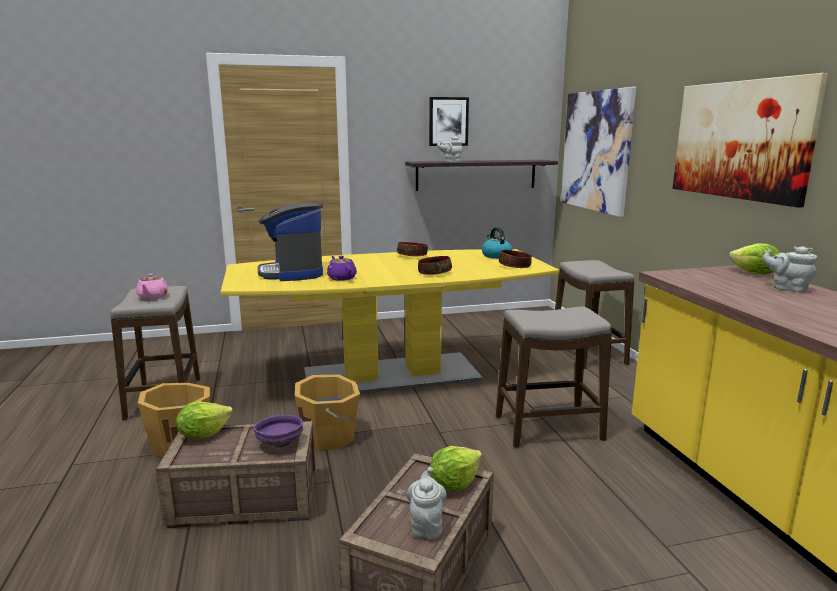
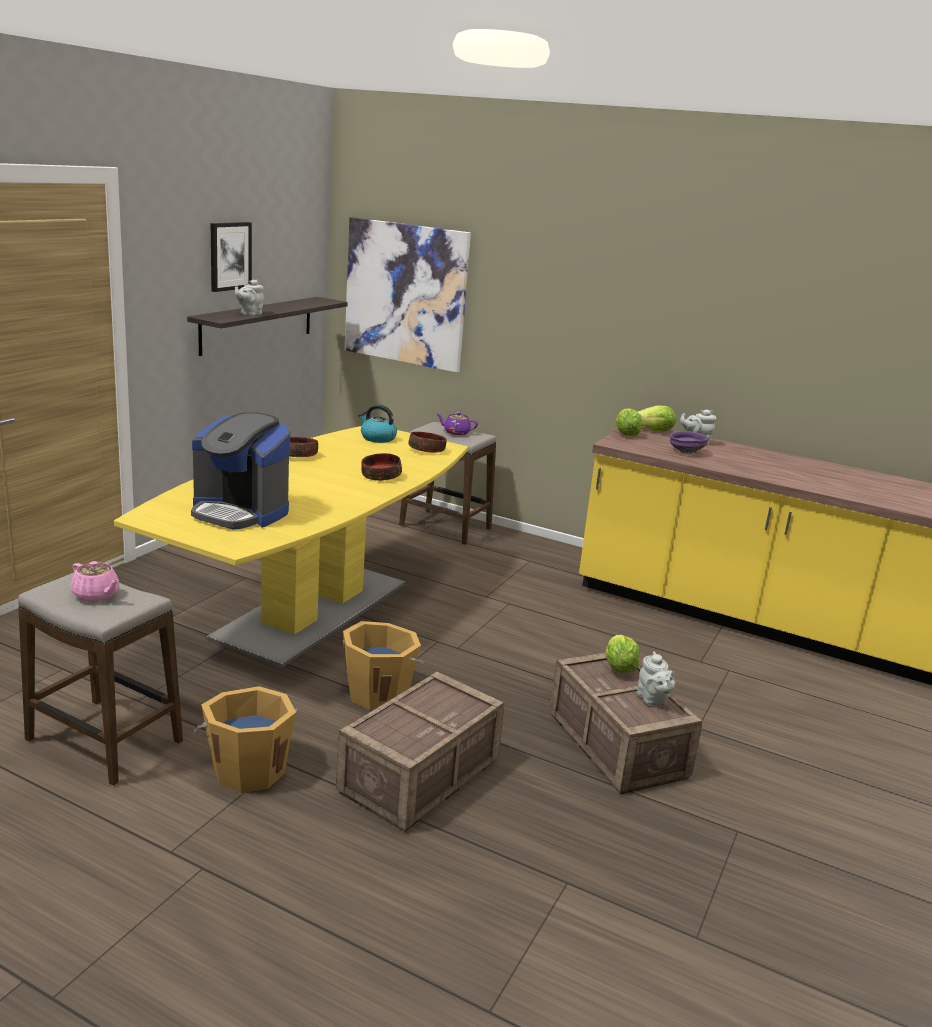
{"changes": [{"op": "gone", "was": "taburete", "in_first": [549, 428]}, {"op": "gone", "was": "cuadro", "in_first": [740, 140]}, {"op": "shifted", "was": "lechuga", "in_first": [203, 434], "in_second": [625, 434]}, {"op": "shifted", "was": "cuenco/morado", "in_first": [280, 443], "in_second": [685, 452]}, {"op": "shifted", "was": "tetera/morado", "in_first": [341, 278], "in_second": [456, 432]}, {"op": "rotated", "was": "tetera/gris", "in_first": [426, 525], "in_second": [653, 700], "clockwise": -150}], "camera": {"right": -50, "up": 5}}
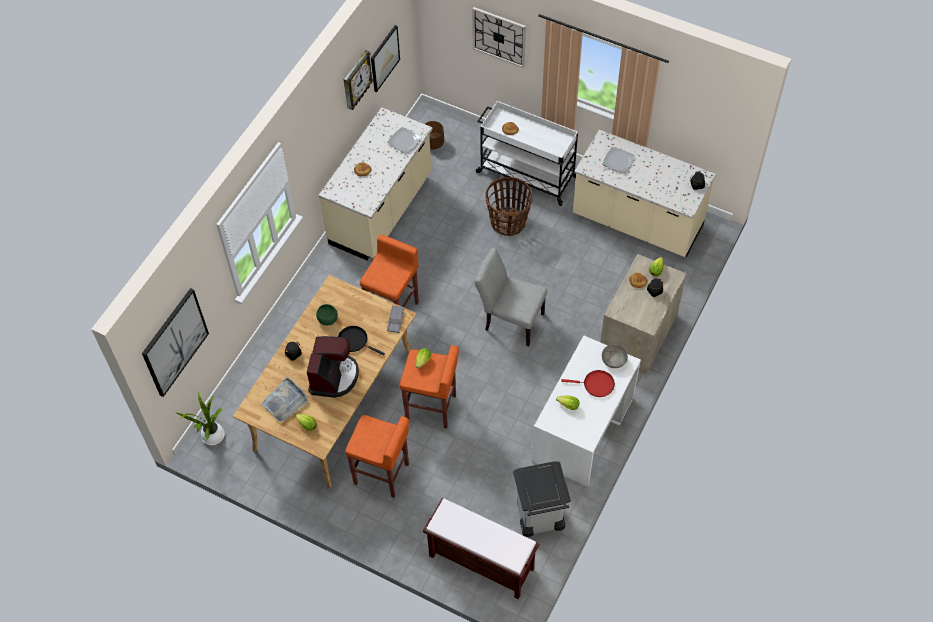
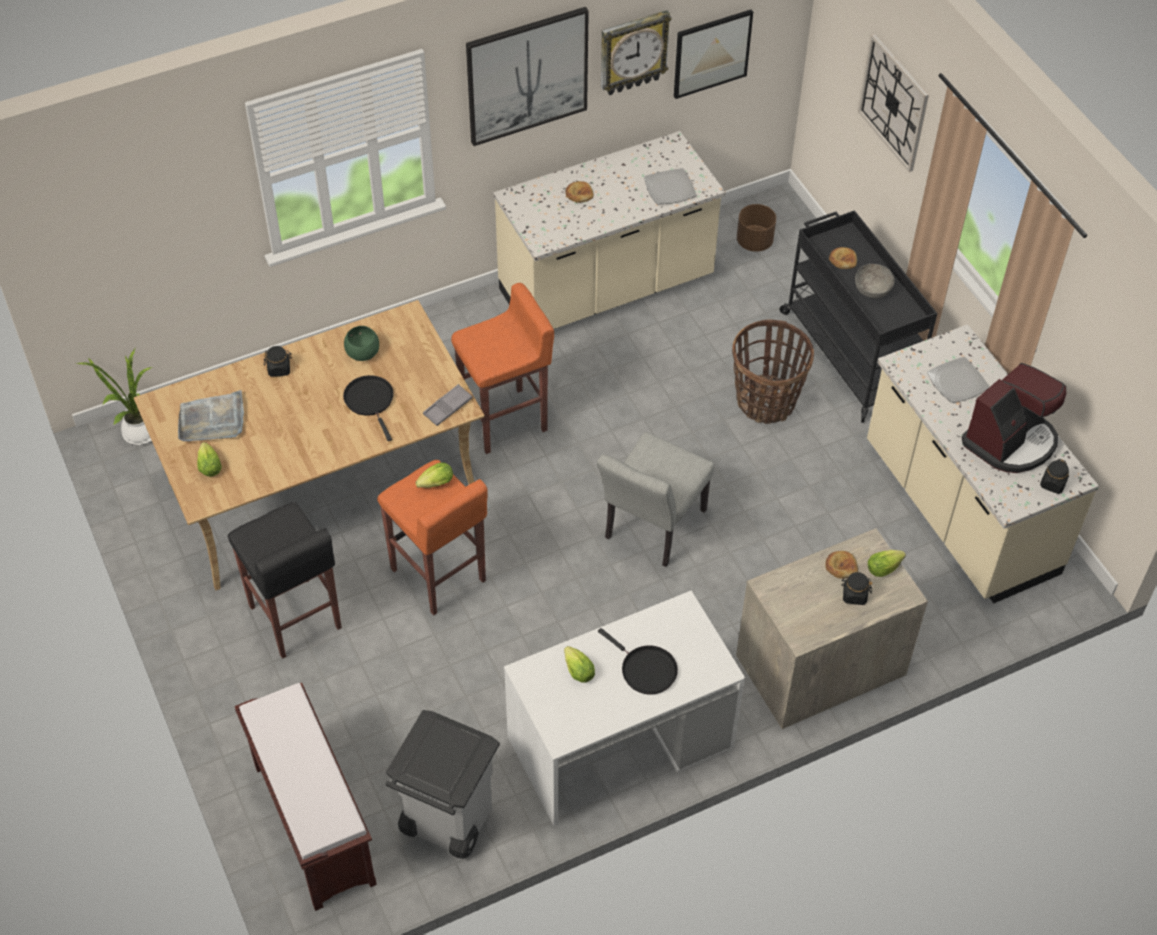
{"changes": [{"op": "shifted", "was": "cuadro", "in_first": [175, 342], "in_second": [527, 75]}, {"op": "shifted", "was": "cafetera", "in_first": [333, 376], "in_second": [1010, 441]}, {"op": "shifted", "was": "cuenco/gris", "in_first": [613, 360], "in_second": [872, 289]}, {"op": "repainted", "was": "taburete/naranja", "now": "taburete/negro", "in_first": [382, 475], "in_second": [295, 618]}, {"op": "repainted", "was": "carrito/blanco", "now": "carrito/negro", "in_first": [526, 174], "in_second": [849, 353]}, {"op": "repainted", "was": "sartén/rojo", "now": "sartén/negro", "in_first": [596, 385], "in_second": [645, 670]}, {"op": "rotated", "was": "silla/gris", "in_first": [510, 320], "in_second": [650, 529], "clockwise": -120}], "camera": {"right": 35, "up": -5}}
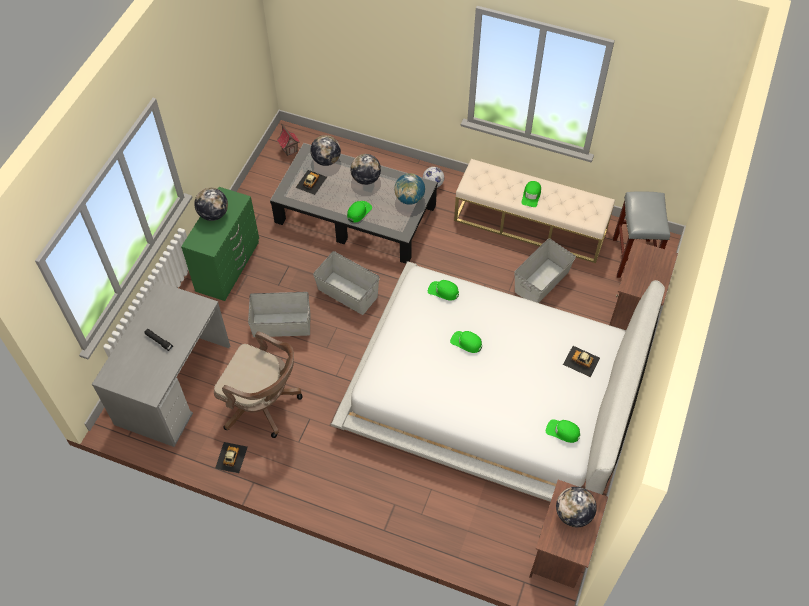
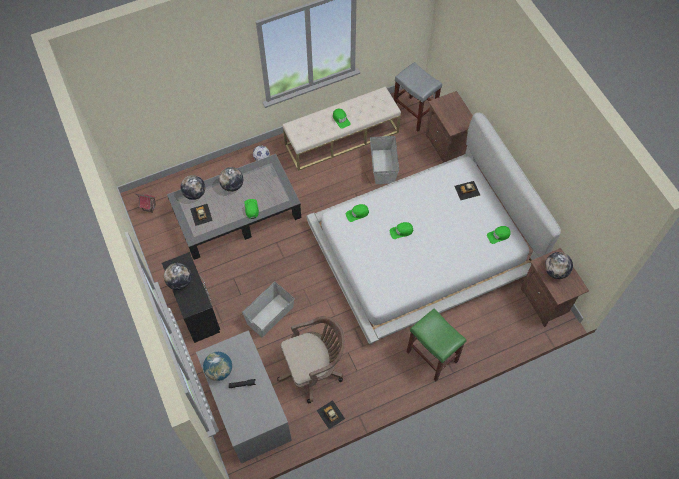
{"changes": [{"op": "gone", "was": "caja de almacenaje/gris", "in_first": [347, 292]}, {"op": "new", "now": "taburete/verde", "in_second": [431, 356]}, {"op": "shifted", "was": "globo terráqueo", "in_first": [409, 199], "in_second": [219, 371]}, {"op": "repainted", "was": "cómoda/verde", "now": "cómoda/negro", "in_first": [229, 266], "in_second": [197, 310]}], "camera": {"right": -45, "up": 5}}
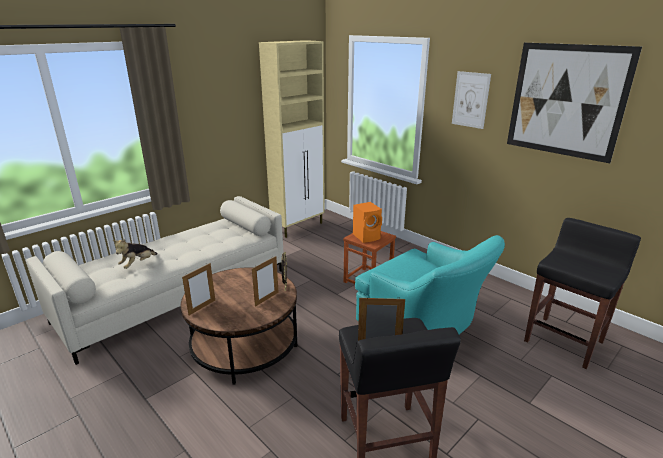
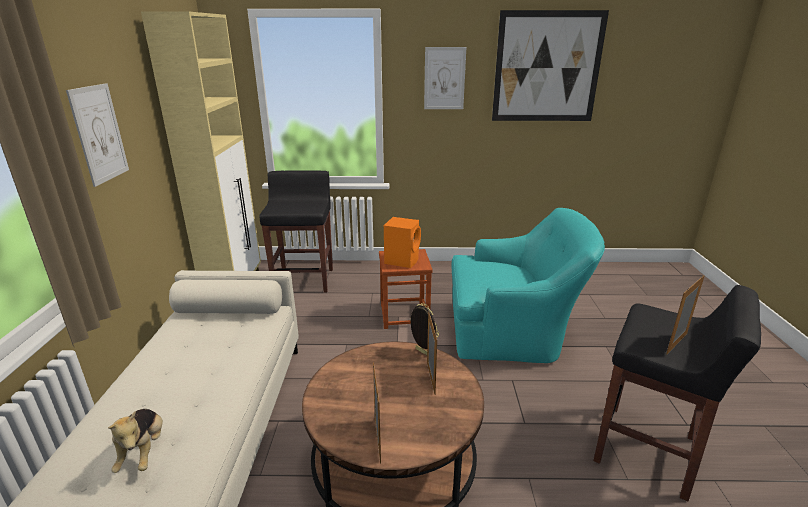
{"changes": [{"op": "new", "now": "cuadro", "in_second": [99, 134]}, {"op": "shifted", "was": "taburete/negro", "in_first": [564, 341], "in_second": [304, 280]}], "camera": {"right": -45, "up": 0}}
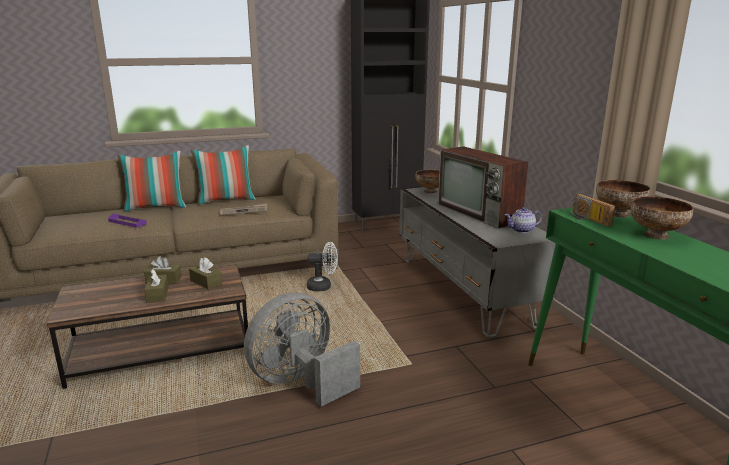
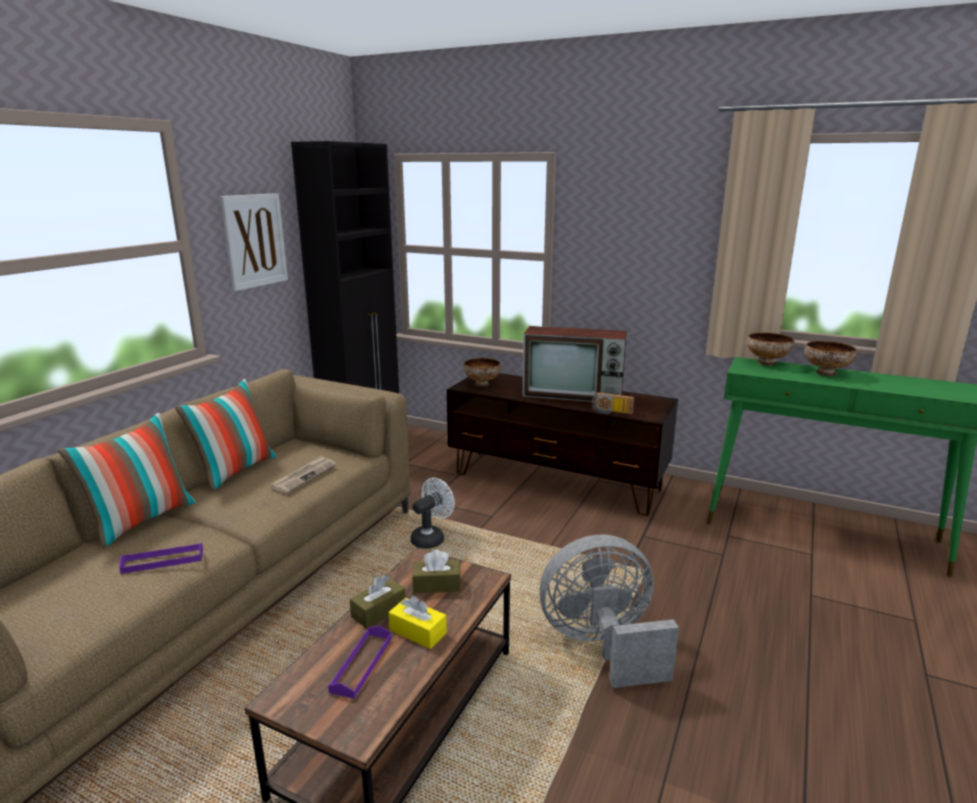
{"changes": [{"op": "gone", "was": "tetera", "in_first": [522, 230]}, {"op": "new", "now": "cuadro", "in_second": [255, 241]}, {"op": "new", "now": "bandeja/morado", "in_second": [361, 664]}, {"op": "shifted", "was": "radio", "in_first": [587, 219], "in_second": [611, 412]}, {"op": "repainted", "was": "caja de pañuelos/marrón", "now": "caja de pañuelos/amarillo", "in_first": [157, 294], "in_second": [418, 631]}, {"op": "repainted", "was": "mueble de televisión/gris", "now": "mueble de televisión/marrón", "in_first": [464, 289], "in_second": [557, 481]}, {"op": "rotated", "was": "ventilador/gris", "in_first": [300, 382], "in_second": [602, 646], "clockwise": 75}], "camera": {"right": -45, "up": 0}}
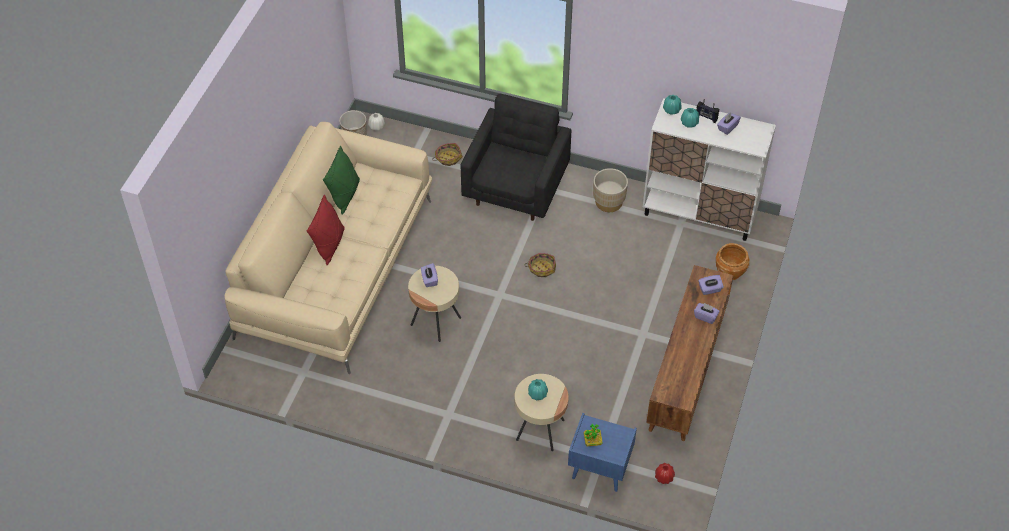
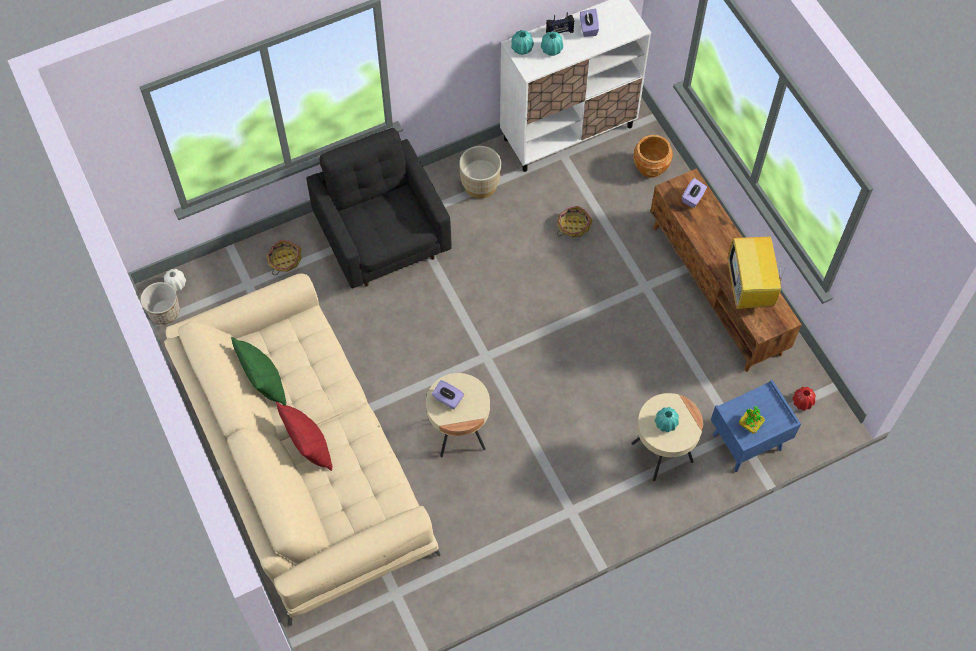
{"changes": [{"op": "gone", "was": "caja de pañuelos/morado", "in_first": [705, 317]}, {"op": "new", "now": "televisor", "in_second": [750, 288]}, {"op": "shifted", "was": "cesta", "in_first": [541, 268], "in_second": [573, 226]}], "camera": {"right": -45, "up": 10}}
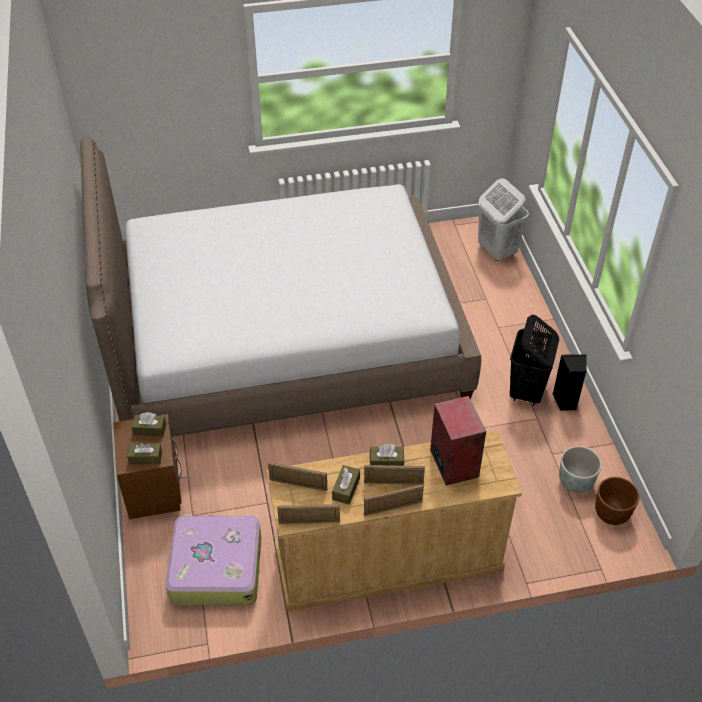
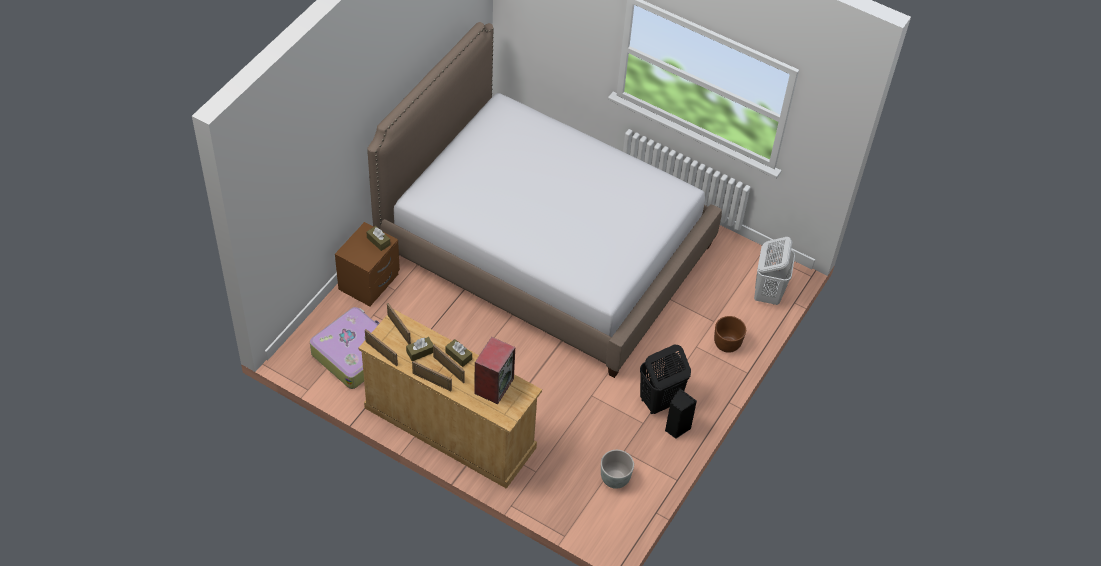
{"changes": [{"op": "gone", "was": "caja de pañuelos/marrón", "in_first": [145, 457]}, {"op": "shifted", "was": "maceta/marrón", "in_first": [612, 514], "in_second": [727, 345]}], "camera": {"right": 40, "up": 5}}
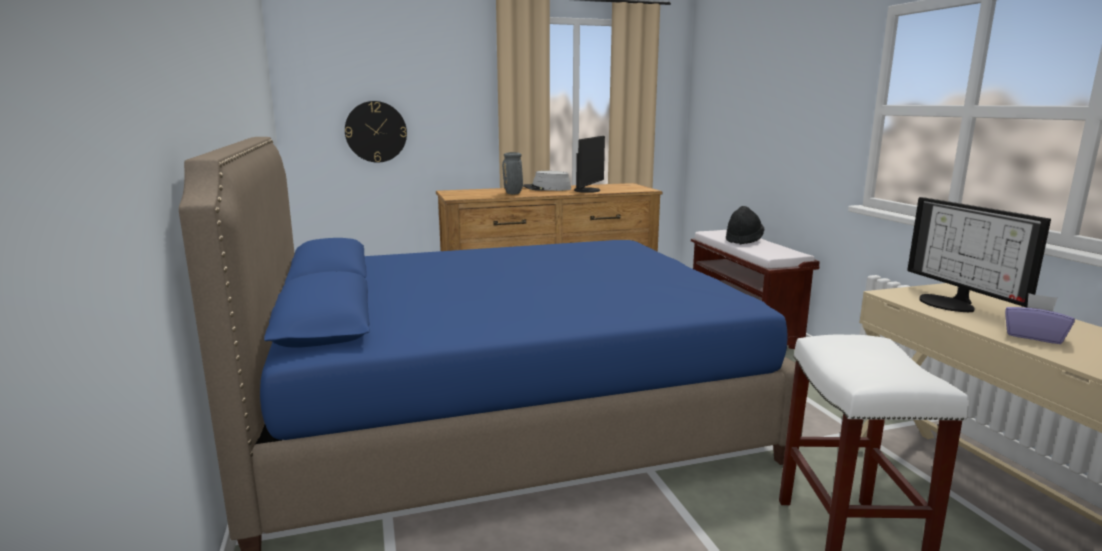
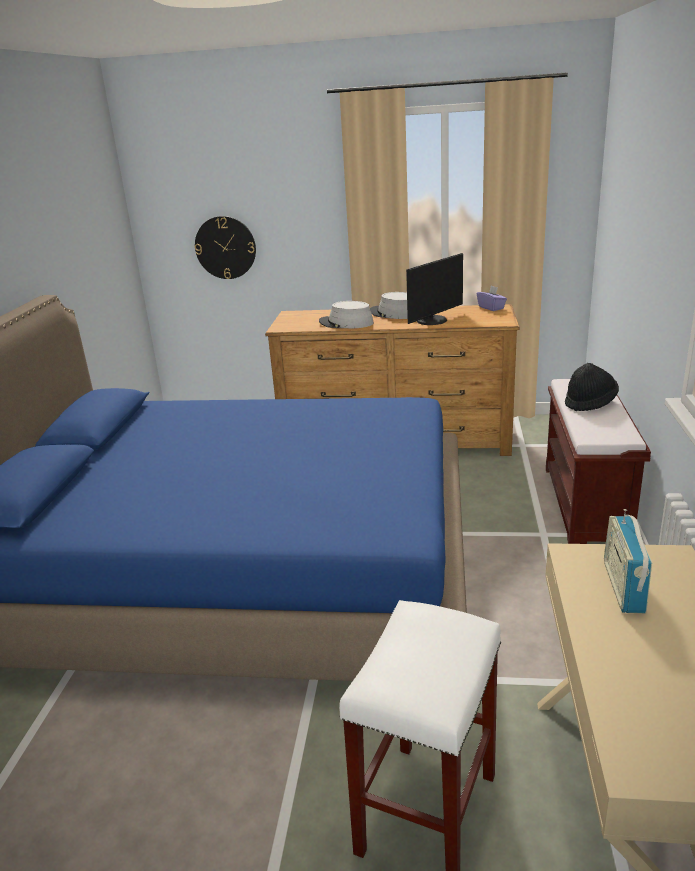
{"changes": [{"op": "shifted", "was": "caja de pañuelos/morado", "in_first": [1034, 336], "in_second": [491, 308]}, {"op": "swapped", "was": "florero/gris", "now": "sombrero/gris", "in_first": [513, 194], "in_second": [346, 323]}, {"op": "swapped", "was": "monitor", "now": "radio", "in_first": [951, 303], "in_second": [623, 587]}], "camera": {"right": 25, "up": 10}}
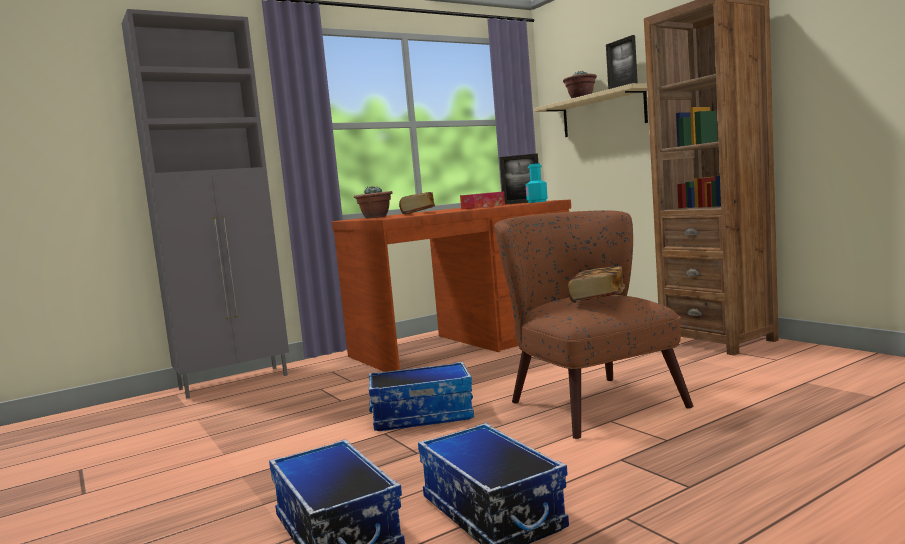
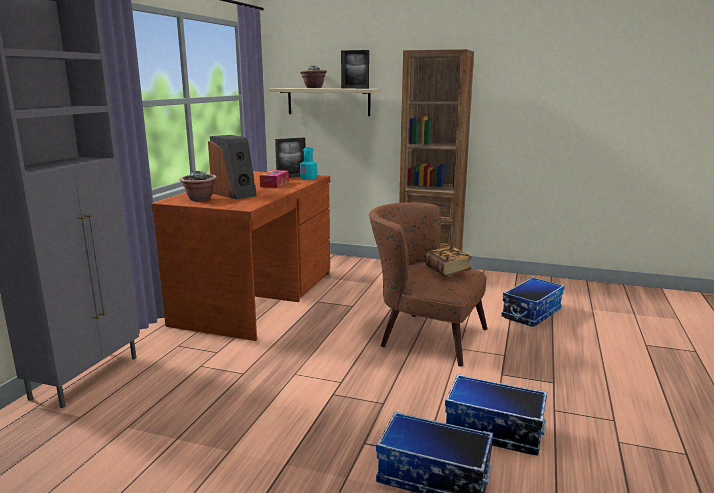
{"changes": [{"op": "shifted", "was": "caja de almacenaje", "in_first": [423, 416], "in_second": [531, 313]}, {"op": "swapped", "was": "libro", "now": "altavoz", "in_first": [417, 213], "in_second": [234, 194]}], "camera": {"right": -40, "up": 10}}
